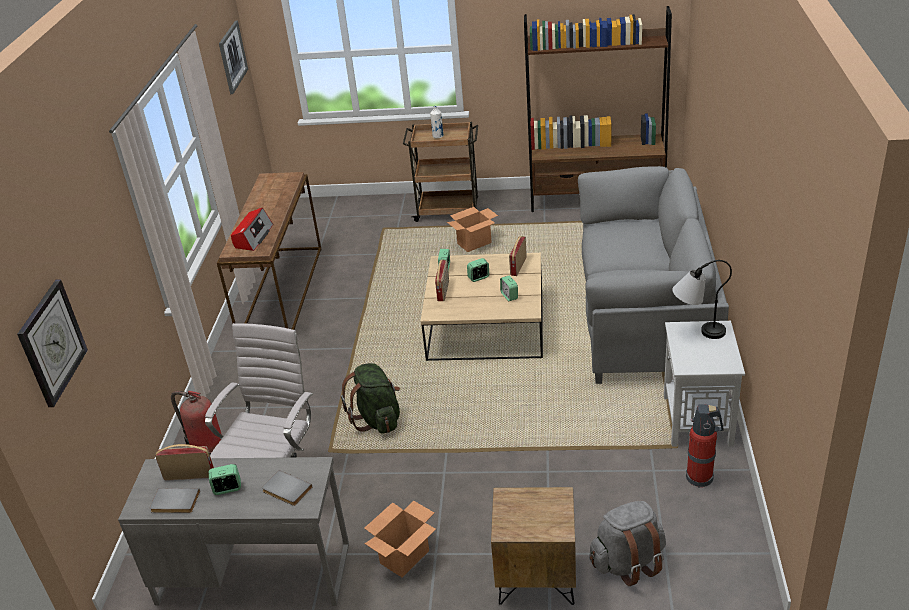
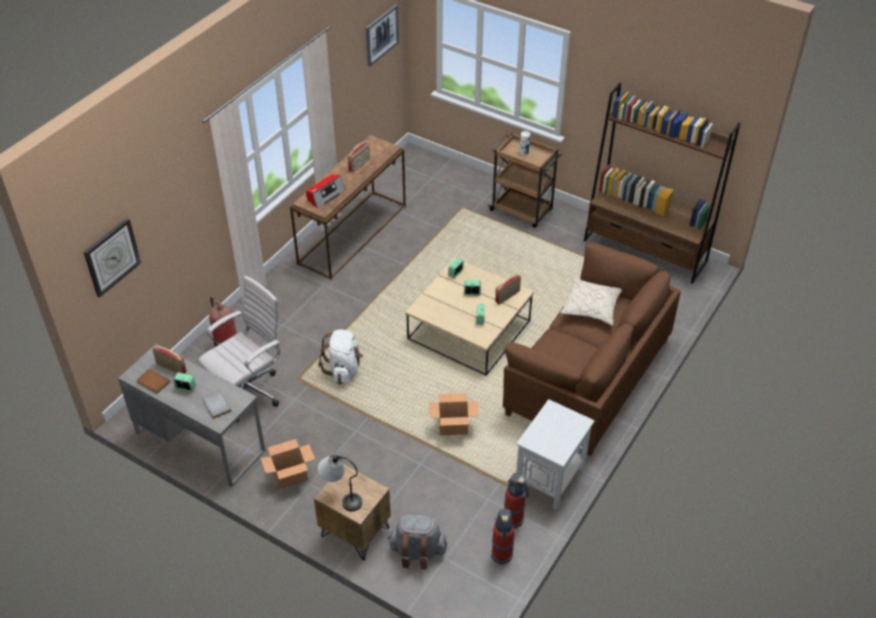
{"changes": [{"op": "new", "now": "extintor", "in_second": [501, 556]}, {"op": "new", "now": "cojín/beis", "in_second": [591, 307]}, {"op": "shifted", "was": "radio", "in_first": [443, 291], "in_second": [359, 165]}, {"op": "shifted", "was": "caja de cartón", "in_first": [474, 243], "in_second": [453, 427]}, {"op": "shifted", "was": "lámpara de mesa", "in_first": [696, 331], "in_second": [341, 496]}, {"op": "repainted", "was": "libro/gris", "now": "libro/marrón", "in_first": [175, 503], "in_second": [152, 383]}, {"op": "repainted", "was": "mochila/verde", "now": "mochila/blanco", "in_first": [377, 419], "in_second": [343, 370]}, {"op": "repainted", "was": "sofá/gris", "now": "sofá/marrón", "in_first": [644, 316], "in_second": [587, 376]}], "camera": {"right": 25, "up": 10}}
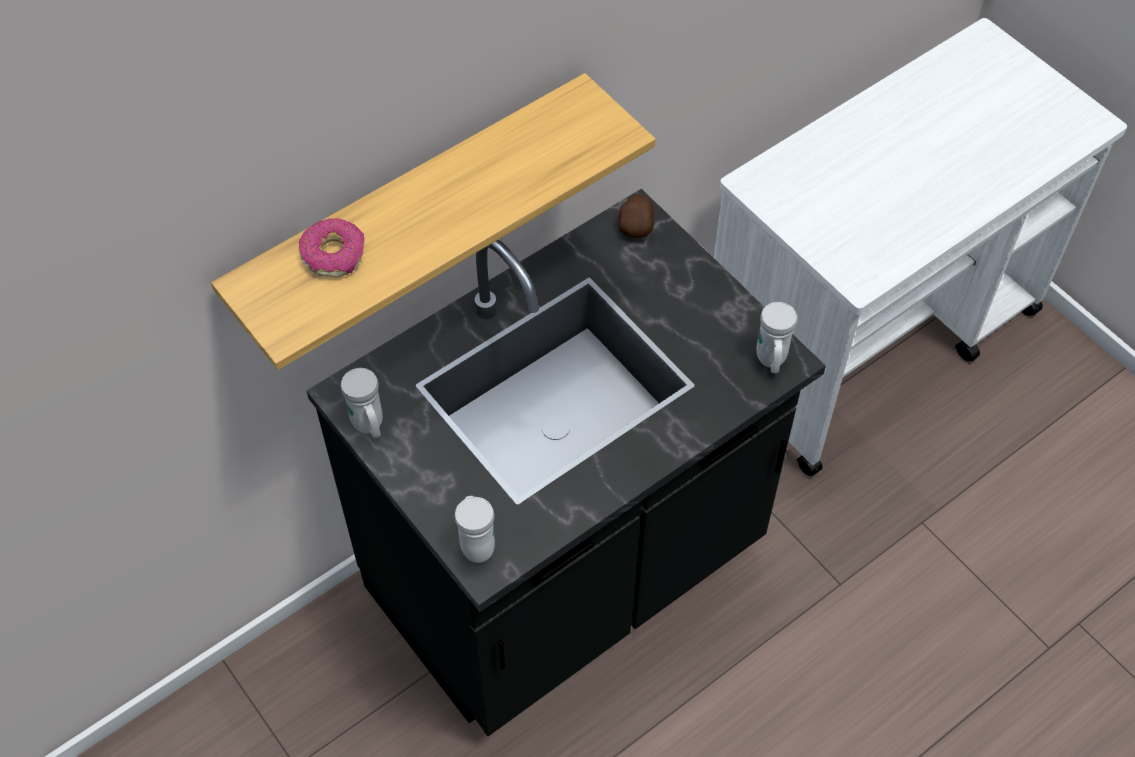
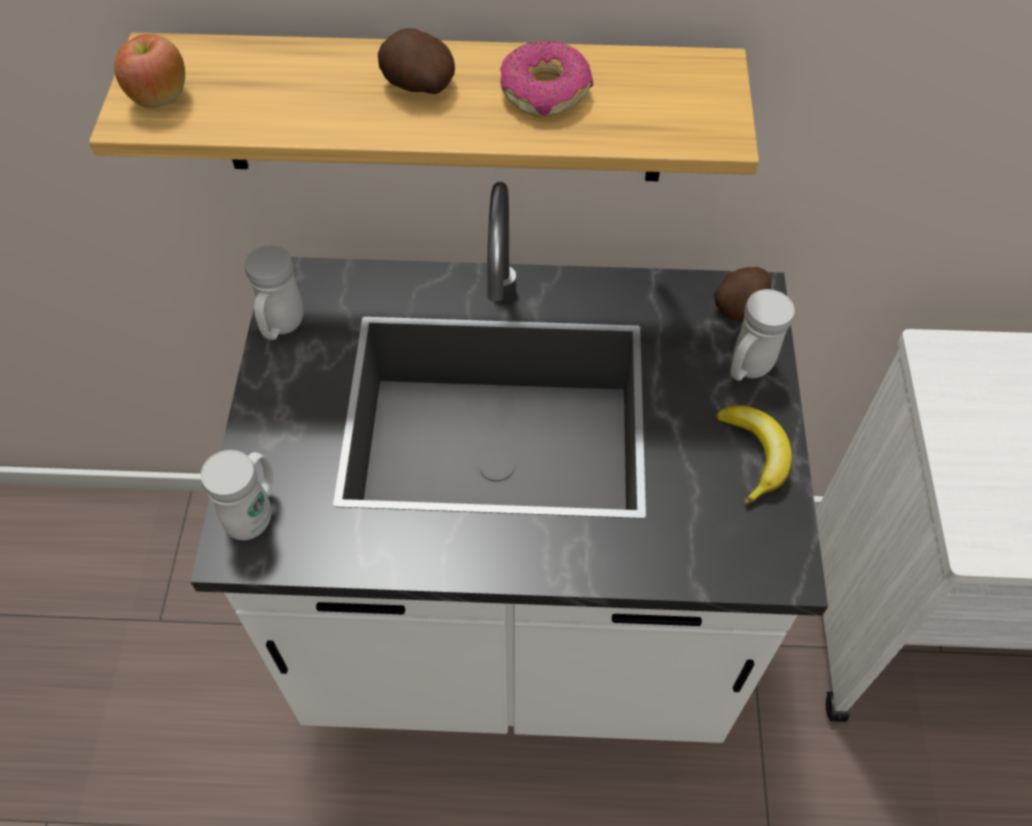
{"changes": [{"op": "new", "now": "manzana", "in_second": [160, 98]}, {"op": "new", "now": "patata", "in_second": [417, 86]}, {"op": "new", "now": "plátano", "in_second": [754, 455]}, {"op": "shifted", "was": "rosquilla", "in_first": [334, 255], "in_second": [545, 91]}, {"op": "shifted", "was": "taza grande/blanco", "in_first": [771, 361], "in_second": [747, 369]}, {"op": "repainted", "was": "mueble bajo de cocina/negro", "now": "mueble bajo de cocina/blanco", "in_first": [567, 574], "in_second": [516, 634]}], "camera": {"right": 40, "up": 0}}
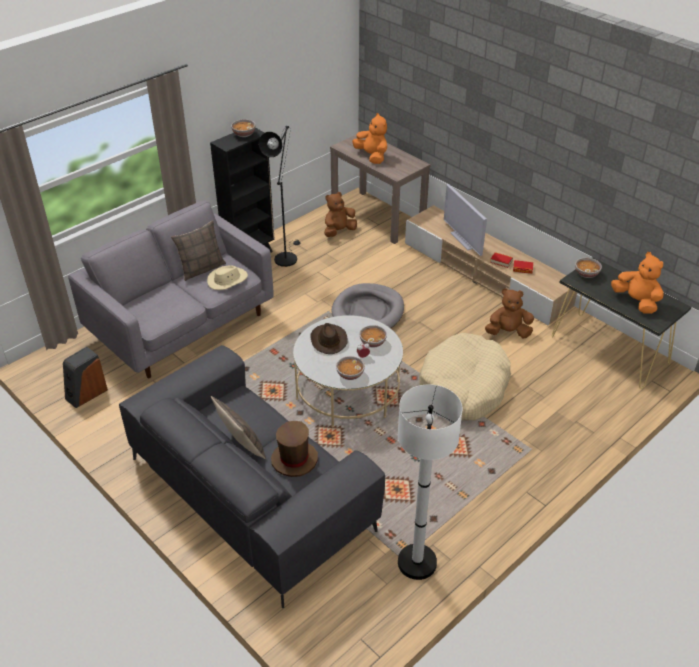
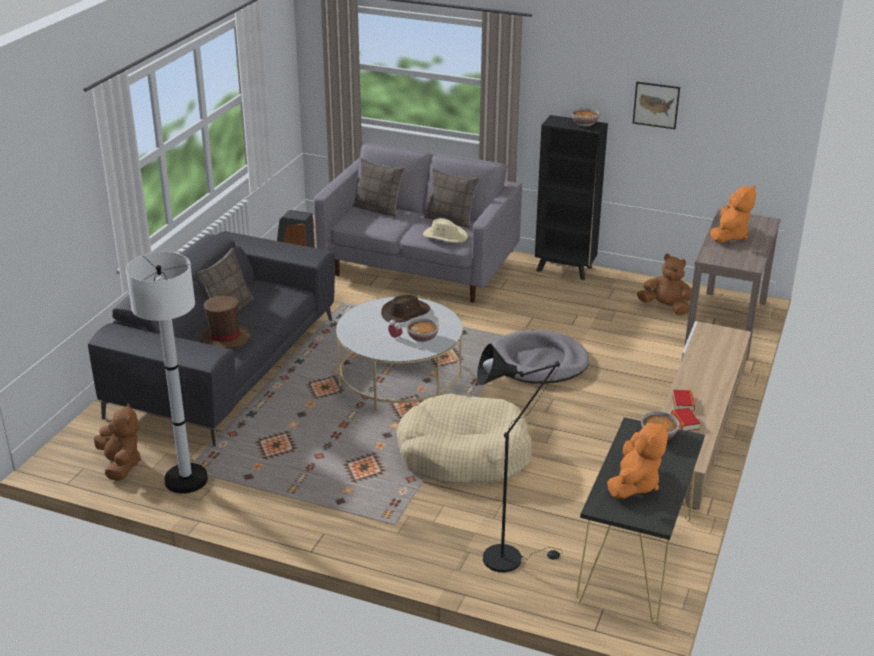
{"changes": [{"op": "gone", "was": "cuenco", "in_first": [350, 374]}, {"op": "gone", "was": "televisor", "in_first": [464, 239]}, {"op": "new", "now": "cojín", "in_second": [378, 209]}, {"op": "new", "now": "cuadro", "in_second": [656, 105]}, {"op": "shifted", "was": "lámpara de pie/negro", "in_first": [286, 257], "in_second": [509, 557]}, {"op": "shifted", "was": "peluche/marrón", "in_first": [508, 332], "in_second": [121, 465]}], "camera": {"right": 65, "up": -10}}
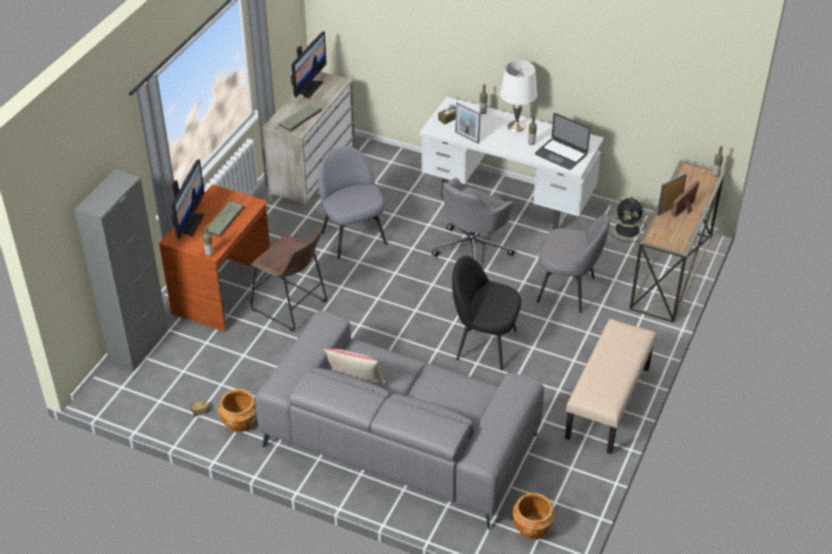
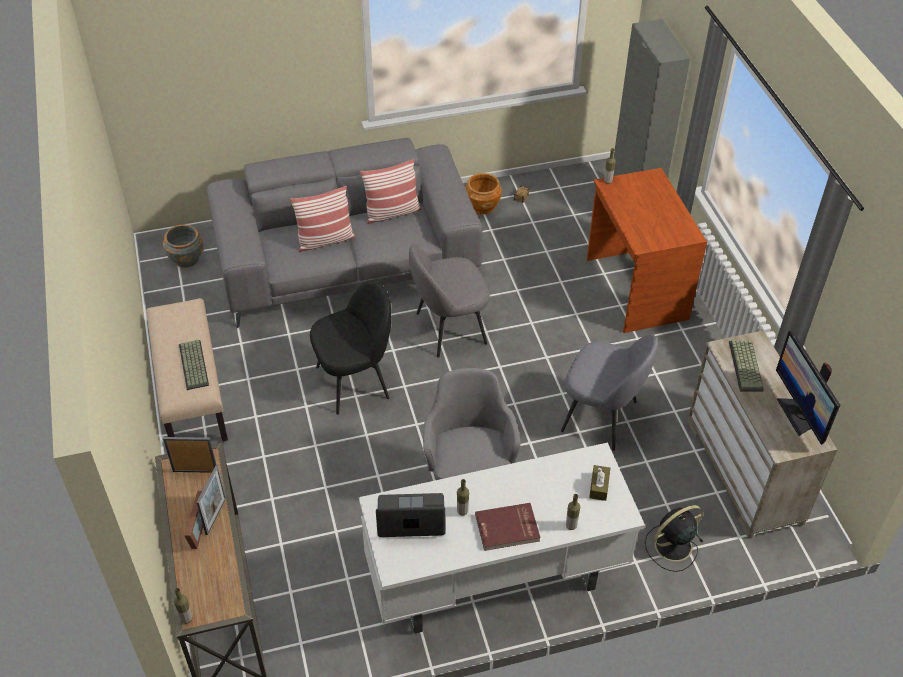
{"changes": [{"op": "gone", "was": "monitor", "in_first": [190, 224]}, {"op": "gone", "was": "taburete/marrón", "in_first": [292, 308]}, {"op": "new", "now": "cojín", "in_second": [325, 240]}, {"op": "shifted", "was": "teclado", "in_first": [224, 219], "in_second": [195, 365]}, {"op": "shifted", "was": "portarretratos", "in_first": [467, 137], "in_second": [195, 471]}, {"op": "shifted", "was": "silla/gris", "in_first": [568, 290], "in_second": [448, 329]}, {"op": "shifted", "was": "ventilador/negro", "in_first": [628, 230], "in_second": [671, 546]}, {"op": "swapped", "was": "lámpara de mesa/blanco", "now": "libro/rojo", "in_first": [516, 126], "in_second": [507, 529]}, {"op": "repainted", "was": "maceta/marrón", "now": "maceta/gris", "in_first": [532, 528], "in_second": [186, 258]}], "camera": {"right": 140, "up": 5}}
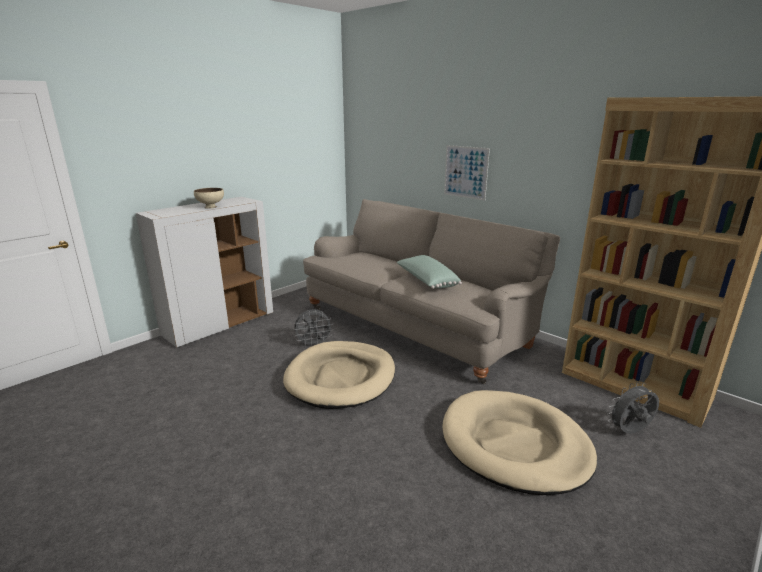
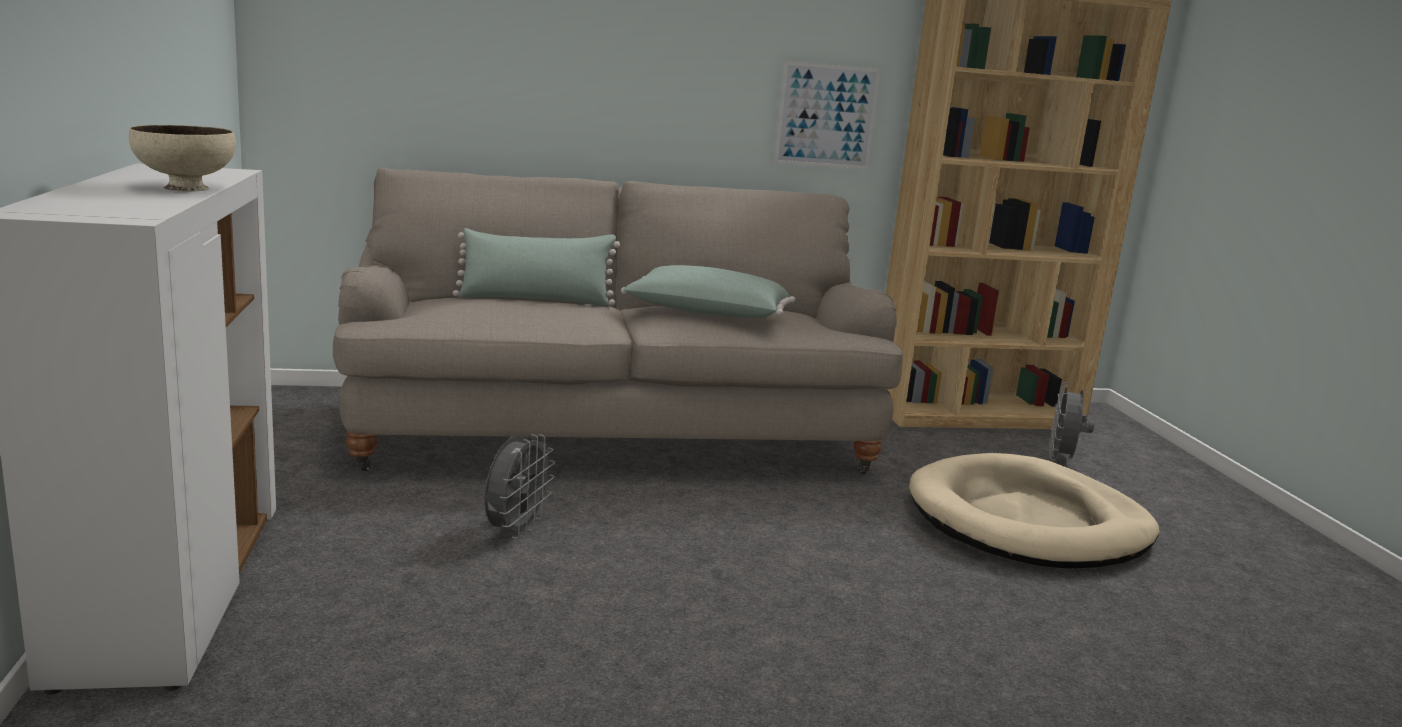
{"changes": [{"op": "gone", "was": "cama para perro/beis", "in_first": [341, 377]}, {"op": "new", "now": "cojín/verde", "in_second": [535, 300]}, {"op": "shifted", "was": "cuadro", "in_first": [465, 172], "in_second": [826, 116]}], "camera": {"right": -55, "up": -5}}
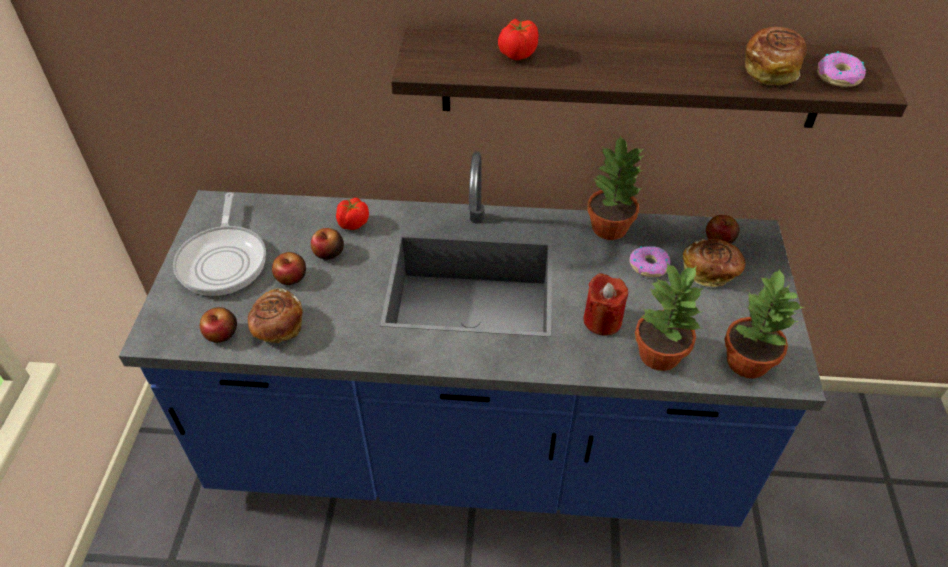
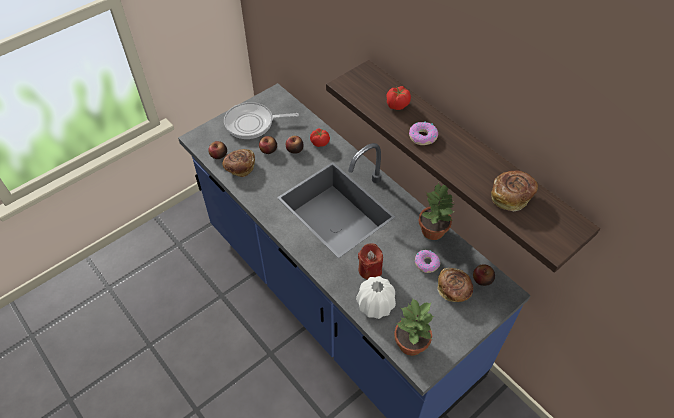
{"changes": [{"op": "shifted", "was": "rosquilla", "in_first": [839, 76], "in_second": [422, 137]}, {"op": "swapped", "was": "planta en maceta", "now": "florero/blanco", "in_first": [659, 353], "in_second": [375, 305]}, {"op": "rotated", "was": "sartén", "in_first": [224, 260], "in_second": [252, 123], "clockwise": 45}], "camera": {"right": 45, "up": 5}}
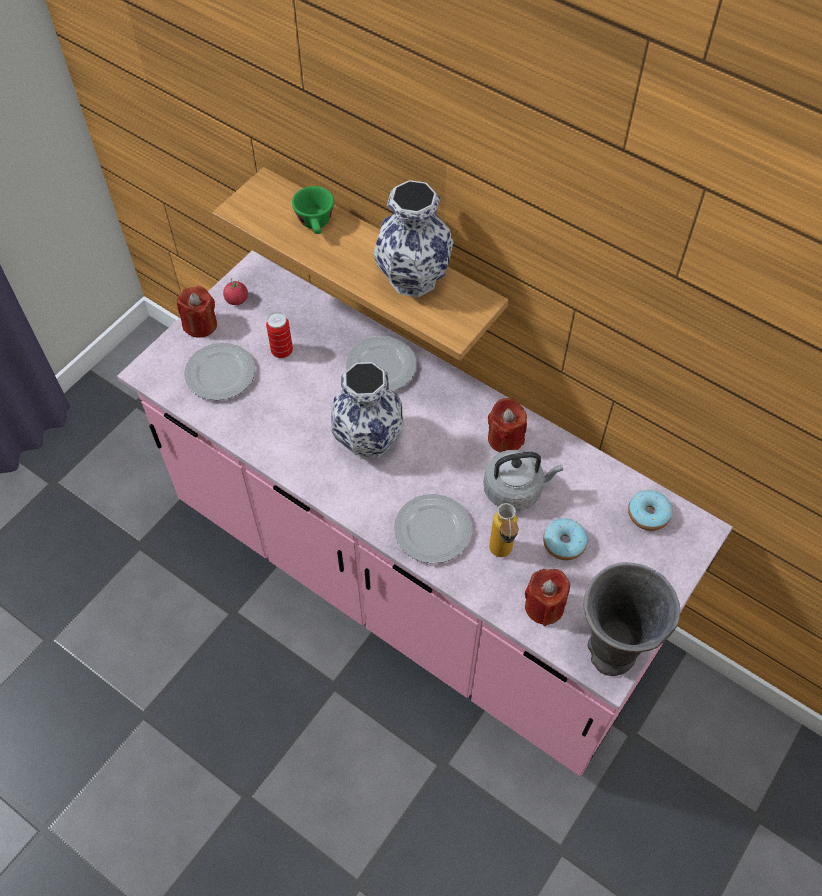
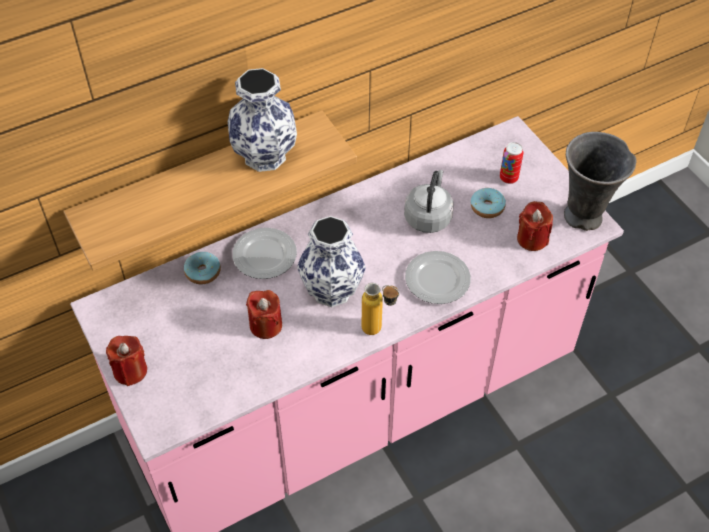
{"changes": [{"op": "gone", "was": "plato", "in_first": [219, 374]}, {"op": "gone", "was": "tomate", "in_first": [237, 300]}, {"op": "gone", "was": "taza/verde", "in_first": [316, 224]}, {"op": "shifted", "was": "lata", "in_first": [282, 351], "in_second": [508, 178]}, {"op": "shifted", "was": "vela/rojo", "in_first": [505, 438], "in_second": [266, 325]}, {"op": "shifted", "was": "botella", "in_first": [501, 556], "in_second": [379, 330]}, {"op": "shifted", "was": "rosquilla", "in_first": [648, 514], "in_second": [203, 272]}], "camera": {"right": -65, "up": -5}}
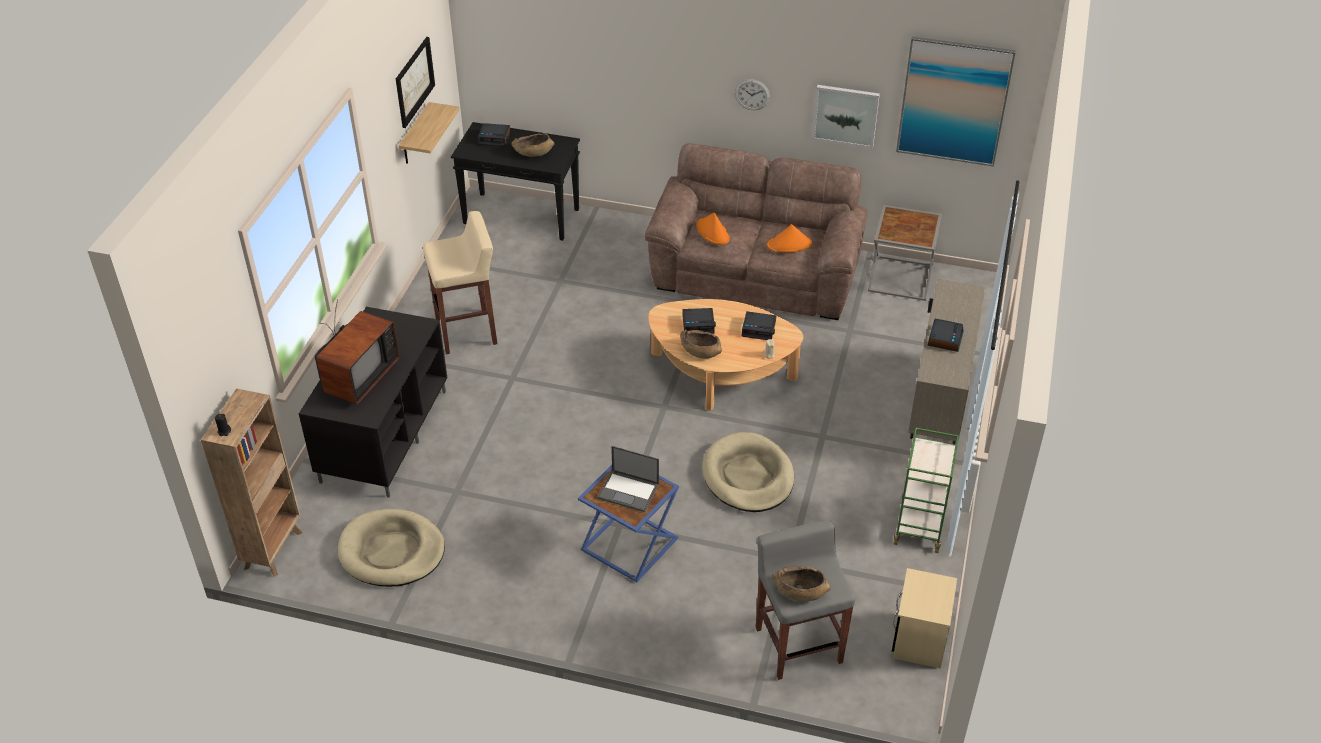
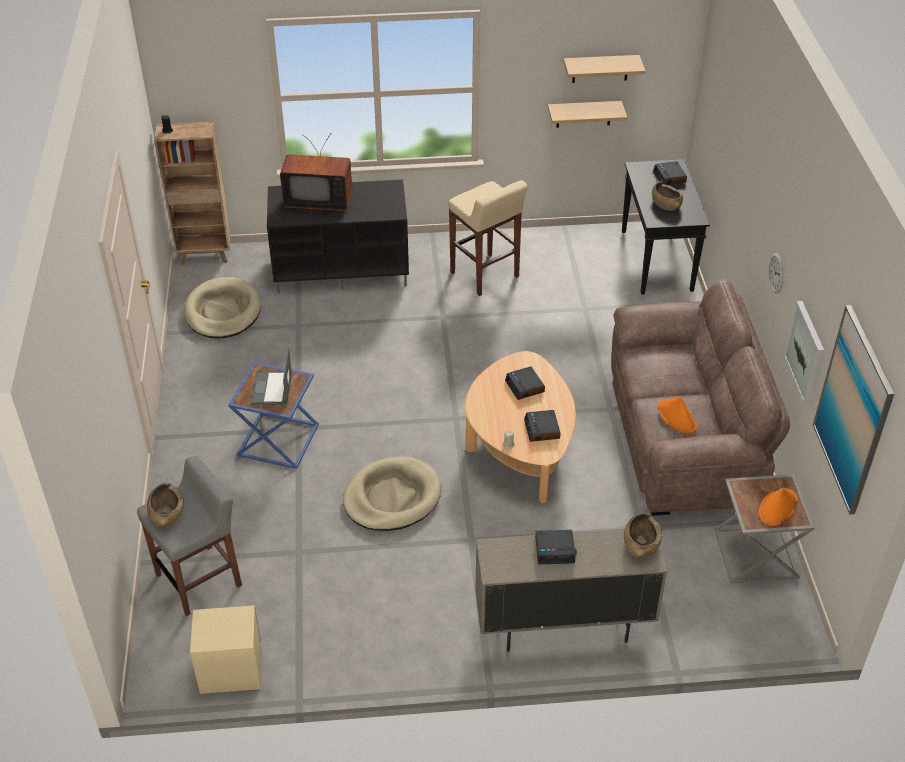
{"changes": [{"op": "gone", "was": "carrito/verde", "in_first": [919, 524]}, {"op": "shifted", "was": "cuenco/marrón", "in_first": [700, 351], "in_second": [641, 543]}, {"op": "shifted", "was": "sombrero/naranja", "in_first": [713, 232], "in_second": [777, 508]}, {"op": "swapped", "was": "cuadro", "now": "estante", "in_first": [414, 81], "in_second": [600, 68]}], "camera": {"right": 70, "up": 0}}
